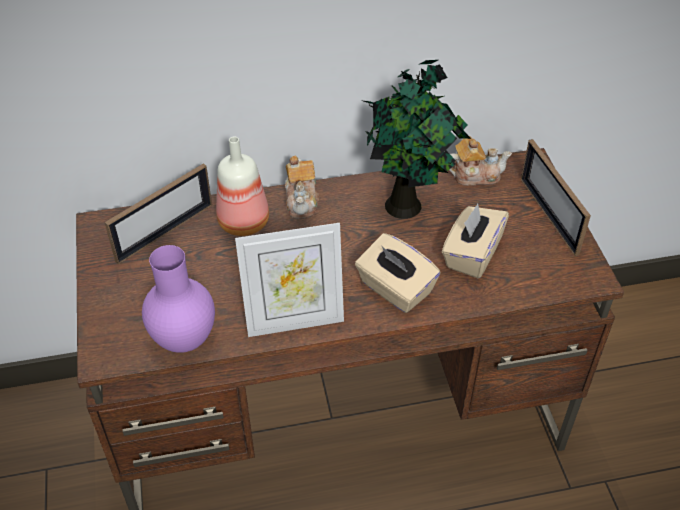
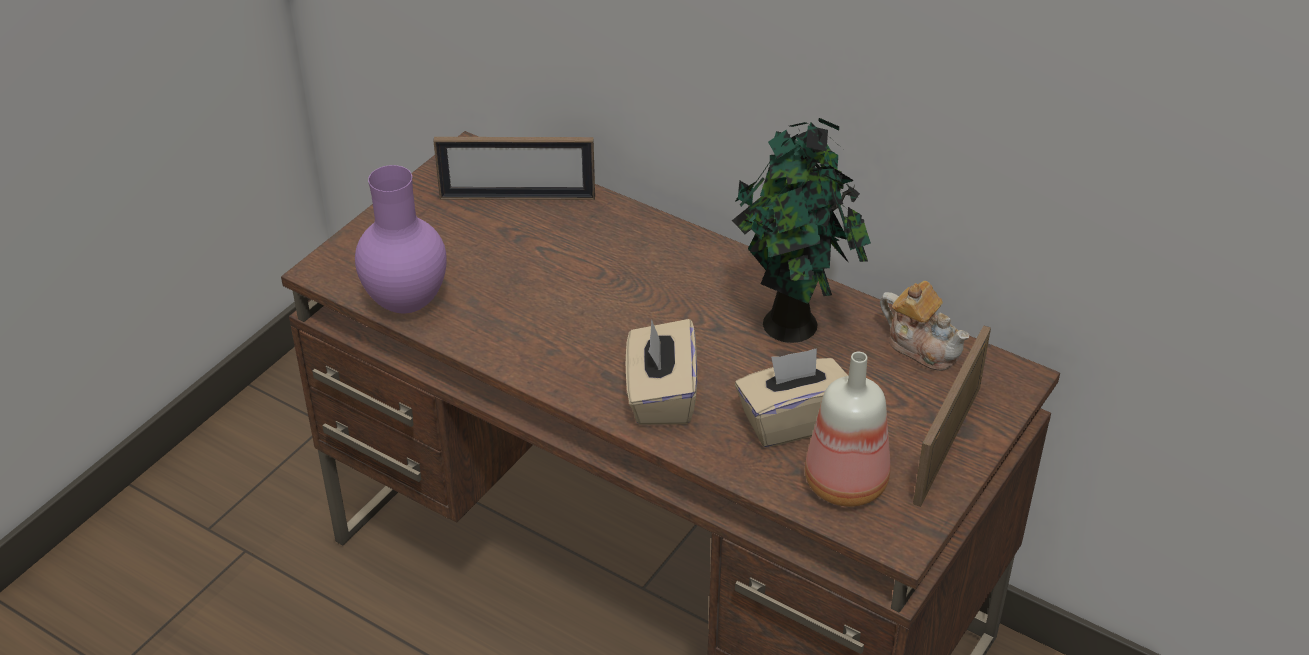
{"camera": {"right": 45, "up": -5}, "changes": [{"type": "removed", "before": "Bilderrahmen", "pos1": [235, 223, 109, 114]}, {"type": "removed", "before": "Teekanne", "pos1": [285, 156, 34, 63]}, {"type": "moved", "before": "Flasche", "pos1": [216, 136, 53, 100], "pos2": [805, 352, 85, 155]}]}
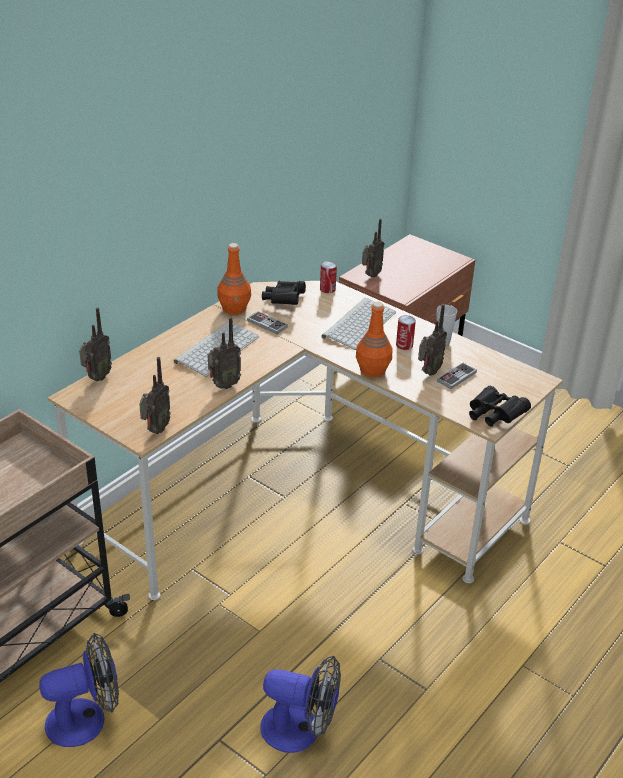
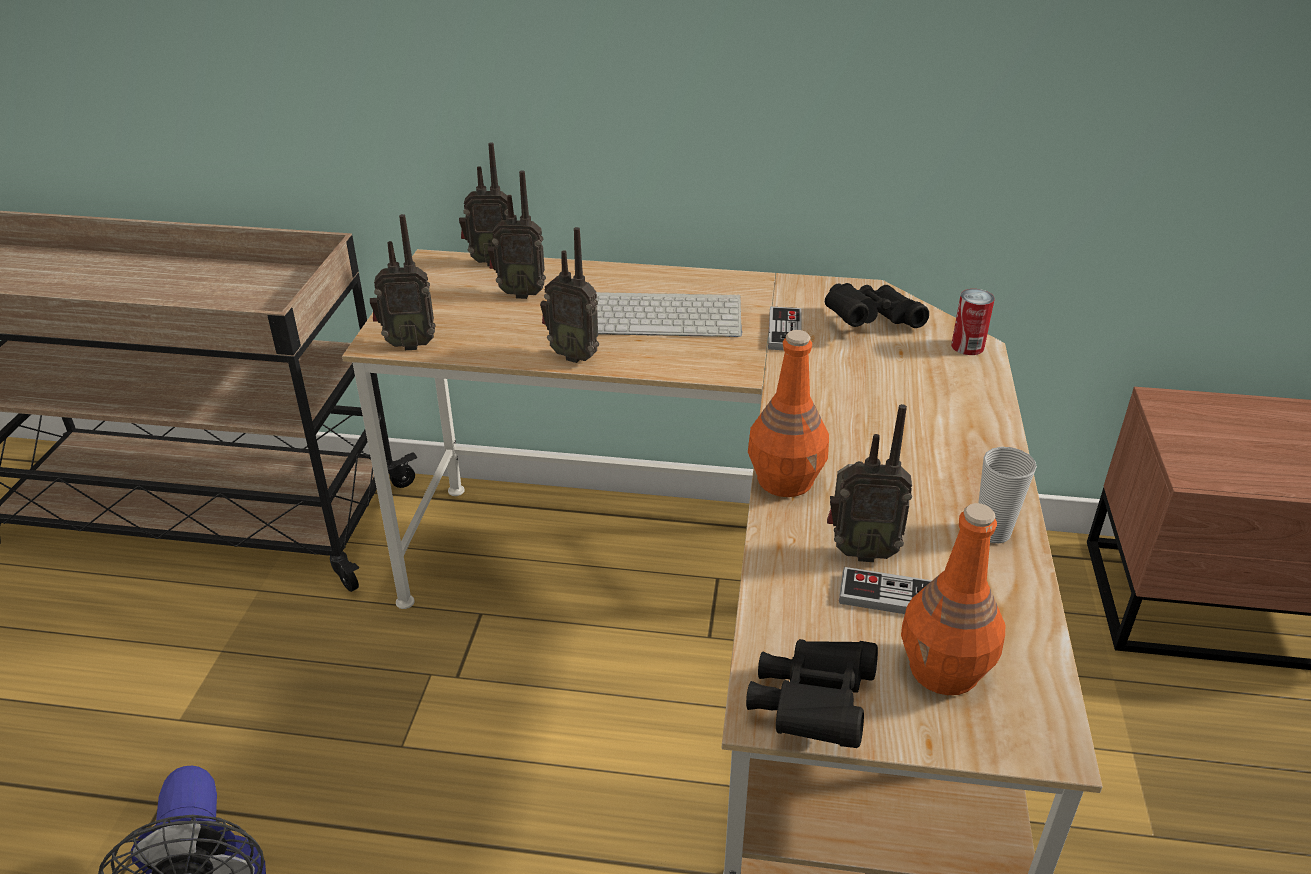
{"camera": {"right": 60, "up": 0}, "changes": [{"type": "removed", "before": "Ventilator", "pos1": [39, 633, 80, 114]}, {"type": "removed", "before": "Tastatur", "pos1": [321, 298, 75, 52]}, {"type": "removed", "before": "Dose", "pos1": [396, 315, 20, 35]}, {"type": "moved", "before": "Flasche/orange", "pos1": [217, 243, 34, 72], "pos2": [901, 503, 104, 192]}, {"type": "moved", "before": "Radio", "pos1": [362, 218, 22, 60], "pos2": [487, 170, 59, 129]}]}
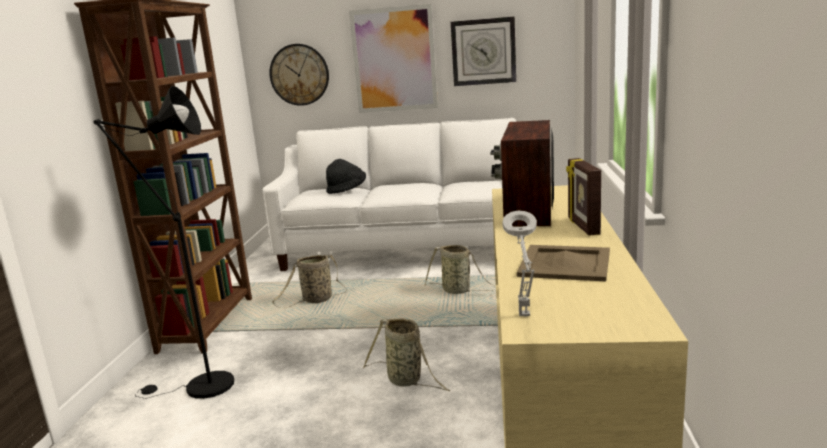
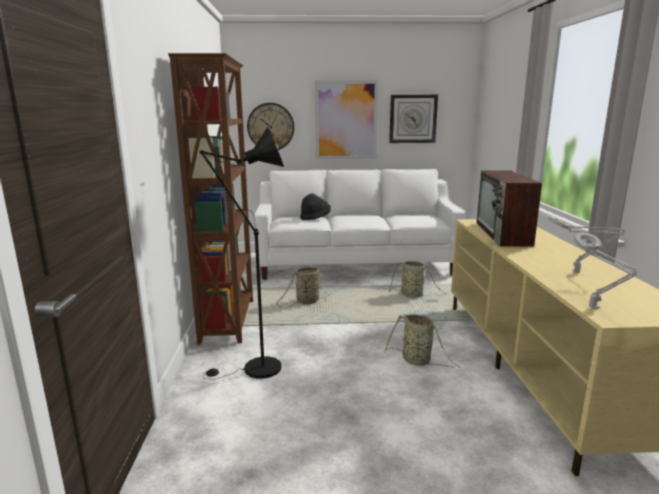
{"camera": {"right": -10, "up": 0}, "changes": [{"type": "removed", "before": "Bilderrahmen", "pos1": [566, 158, 35, 78]}, {"type": "replaced", "before": "Tablett/beige", "after": "Tischlampe/grau", "pos1": [517, 245, 93, 36], "pos2": [548, 216, 77, 57]}]}
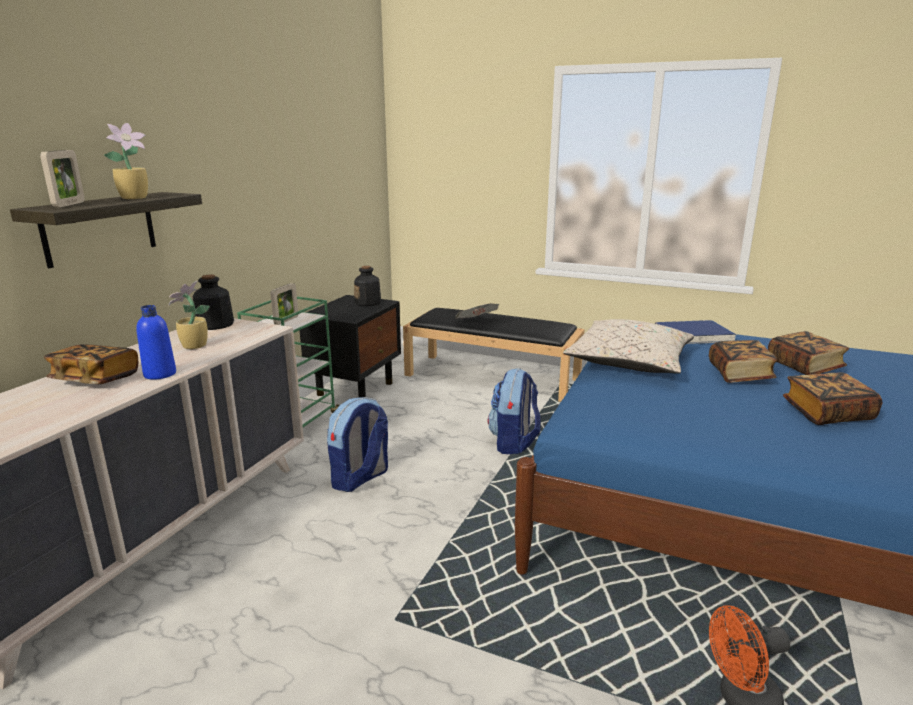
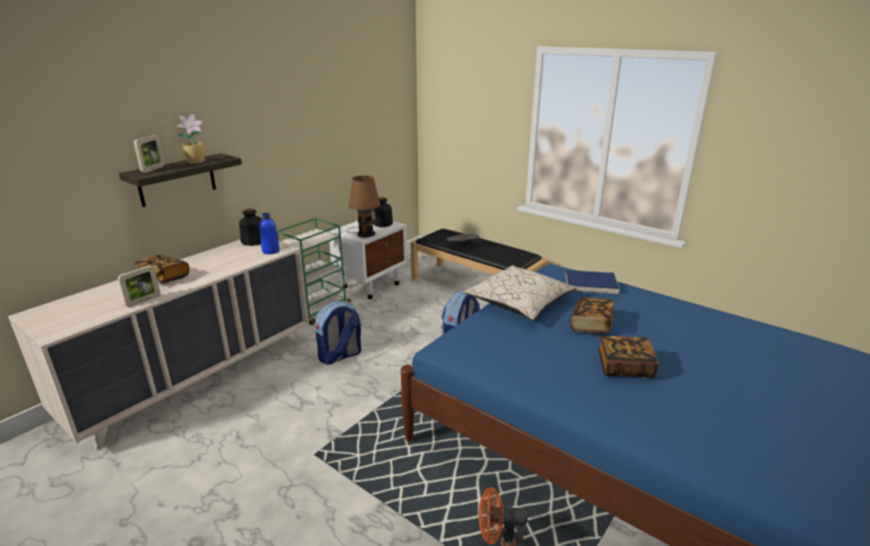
{"camera": {"right": 15, "up": 5}, "changes": [{"type": "removed", "before": "Topfpflanze", "pos1": [169, 281, 41, 68]}, {"type": "removed", "before": "Buch", "pos1": [768, 331, 81, 44]}, {"type": "added", "after": "Tischlampe/braun", "pos2": [346, 175, 35, 63]}, {"type": "moved", "before": "Flasche/blau", "pos1": [136, 305, 40, 75], "pos2": [259, 213, 21, 41]}, {"type": "moved", "before": "Bilderrahmen", "pos1": [271, 283, 27, 42], "pos2": [118, 265, 43, 42]}, {"type": "recoloured", "before": "Nachttisch/schwarz", "after": "Nachttisch/weiß", "pos1": [300, 295, 101, 102], "pos2": [328, 215, 79, 84]}]}
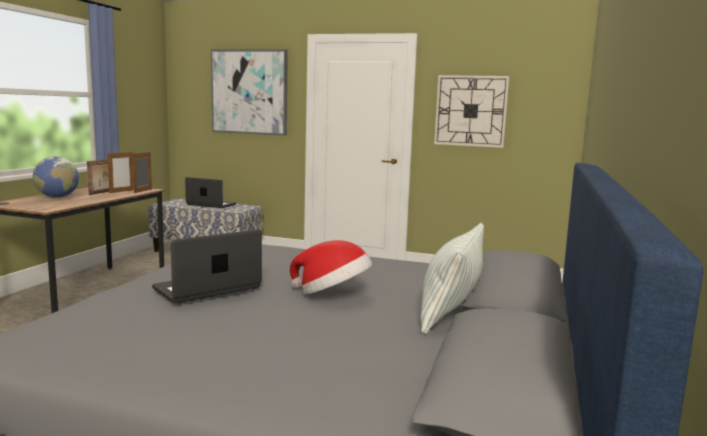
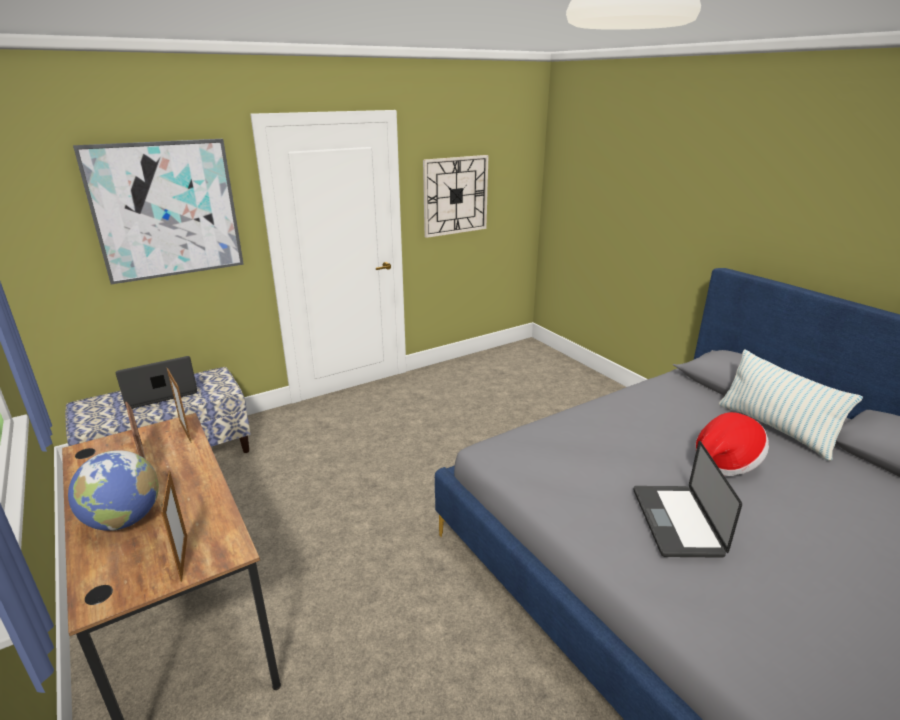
{"camera": {"right": -50, "up": 15}, "changes": [{"type": "moved", "before": "Bilderrahmen", "pos1": [107, 151, 27, 42], "pos2": [161, 470, 26, 112]}]}
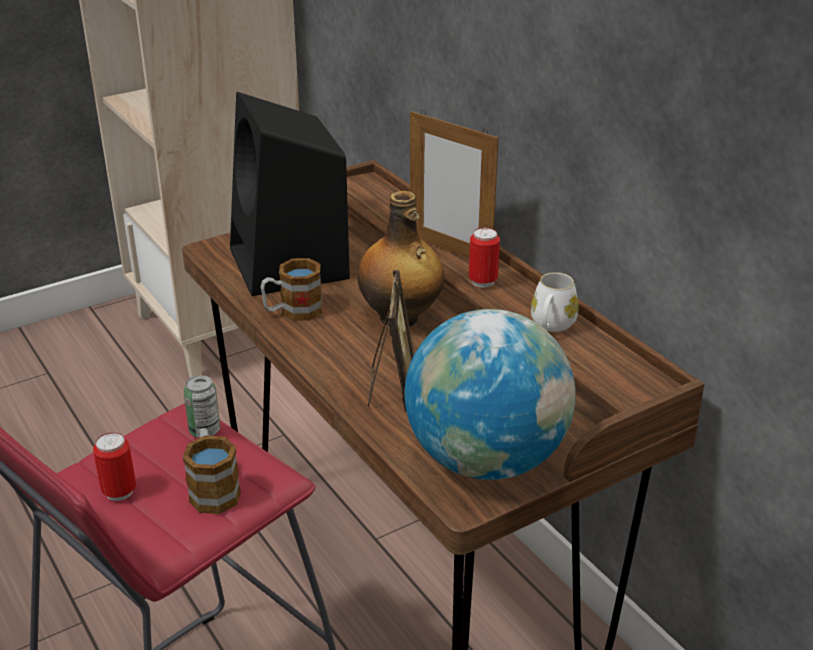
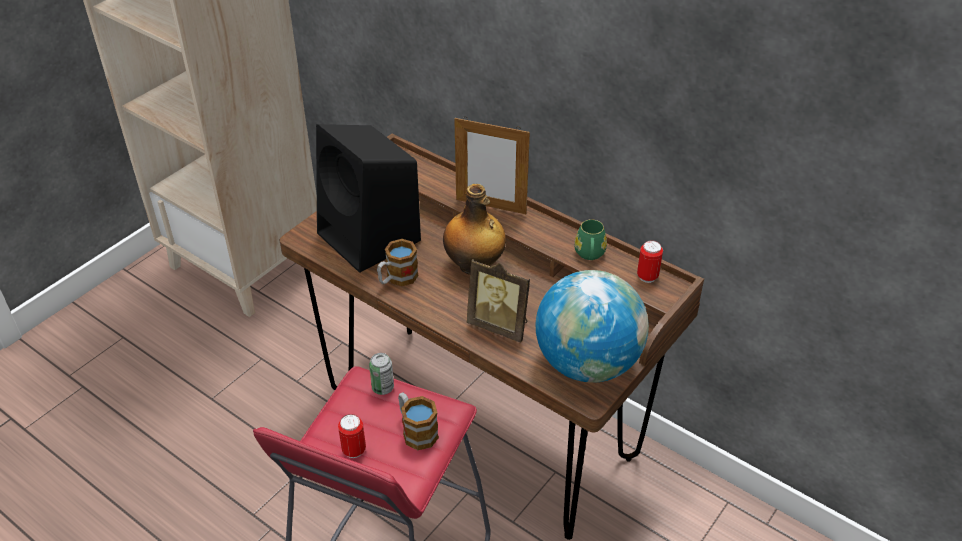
{"camera": {"right": -20, "up": 10}, "changes": [{"type": "moved", "before": "Dose", "pos1": [469, 228, 31, 59], "pos2": [637, 240, 26, 43]}, {"type": "recoloured", "before": "Henkelbecher/weiß", "after": "Henkelbecher/grün", "pos1": [531, 272, 48, 60], "pos2": [574, 219, 33, 41]}, {"type": "turned", "before": "Bilderrahmen", "pos1": [368, 270, 46, 142], "pos2": [467, 259, 63, 84], "turn": 135}]}
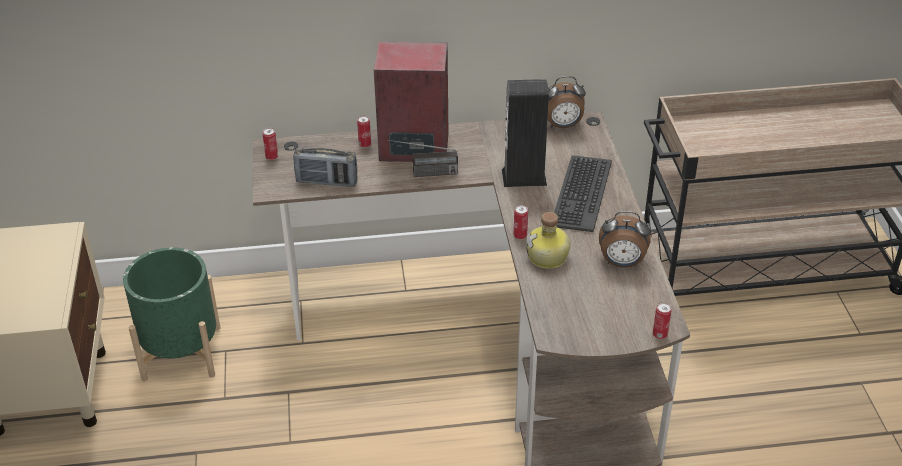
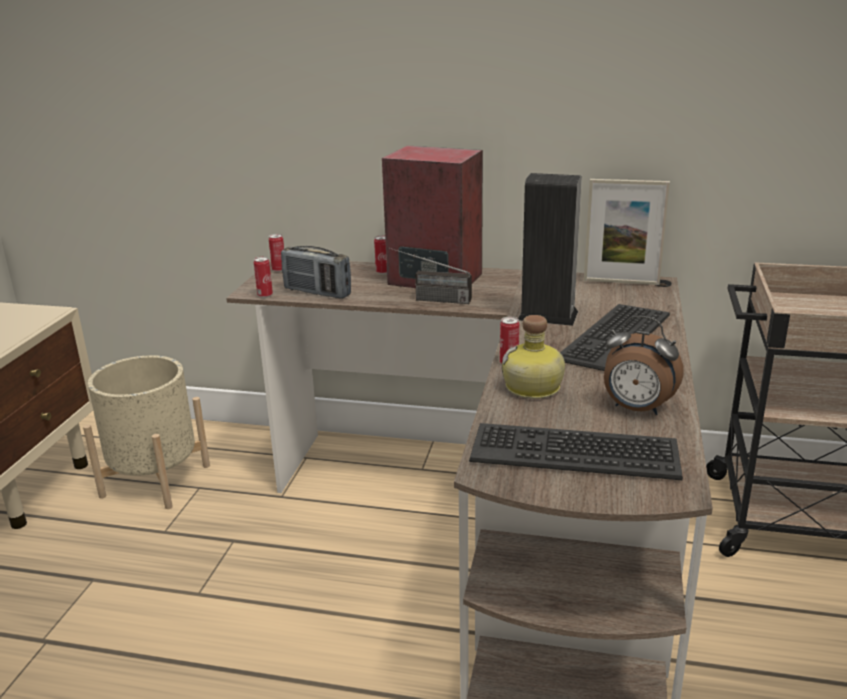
{"camera": {"right": 20, "up": -15}, "changes": [{"type": "added", "after": "Tastatur", "pos2": [469, 423, 214, 57]}, {"type": "moved", "before": "Dose", "pos1": [653, 302, 19, 37], "pos2": [254, 257, 19, 41]}, {"type": "replaced", "before": "Wecker", "after": "Bilderrahmen", "pos1": [548, 76, 38, 52], "pos2": [584, 179, 86, 106]}, {"type": "recoloured", "before": "Pflanzkübel/grün", "after": "Pflanzkübel/beige", "pos1": [123, 247, 97, 134], "pos2": [83, 355, 127, 154]}]}
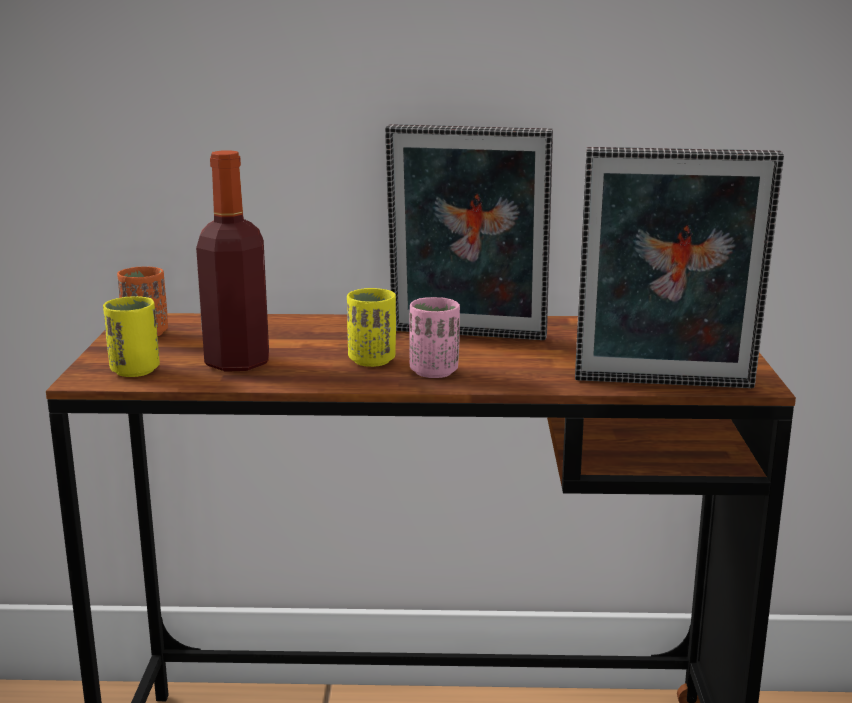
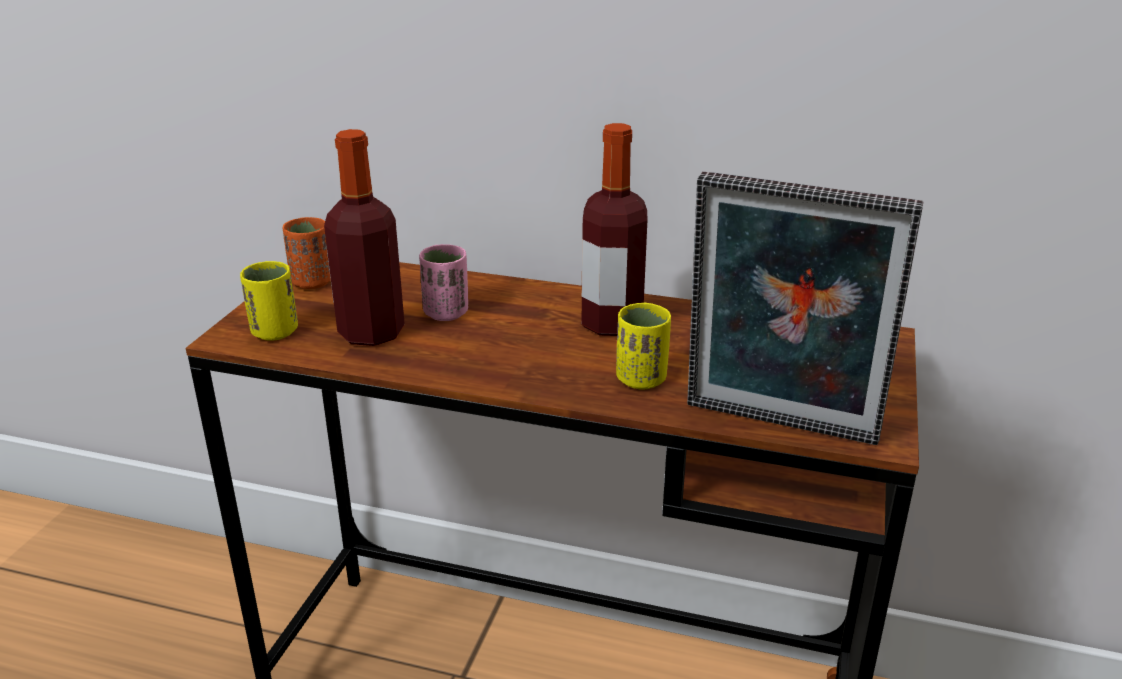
{"camera": {"right": 15, "up": 10}, "changes": [{"type": "moved", "before": "Tasse/gelb", "pos1": [347, 288, 49, 79], "pos2": [616, 302, 55, 87]}, {"type": "moved", "before": "Tasse/rosa", "pos1": [409, 297, 51, 81], "pos2": [419, 244, 49, 77]}, {"type": "replaced", "before": "Bilderrahmen", "after": "Flasche", "pos1": [385, 124, 168, 216], "pos2": [581, 123, 66, 213]}]}
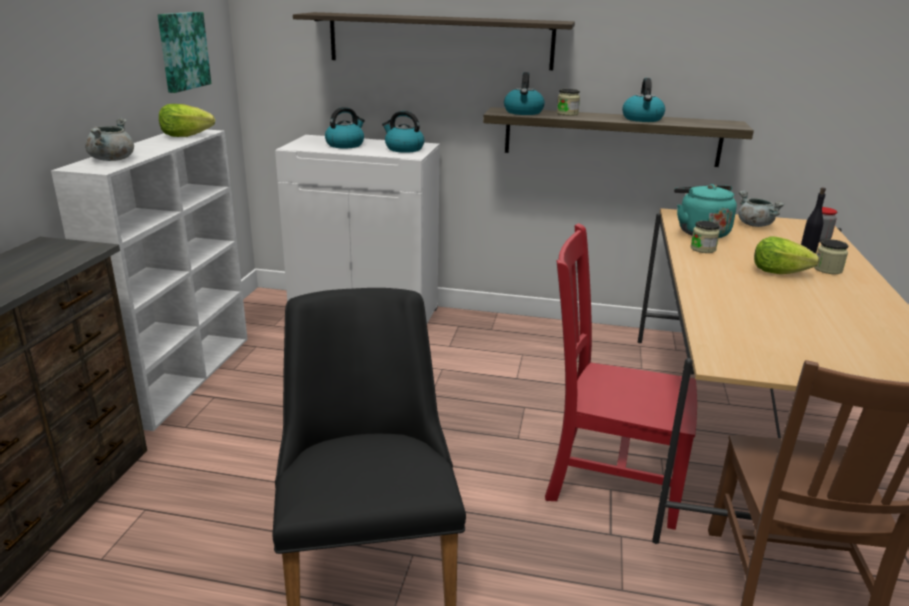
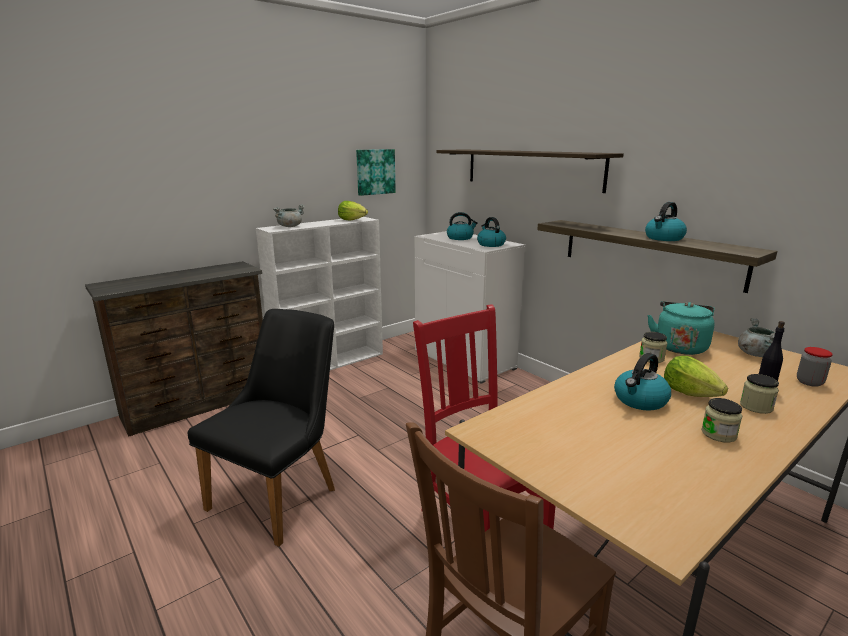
{"camera": {"right": 40, "up": -5}, "changes": [{"type": "moved", "before": "Wasserkessel", "pos1": [504, 72, 41, 43], "pos2": [614, 353, 57, 58]}, {"type": "moved", "before": "Vorratsglas", "pos1": [557, 89, 23, 27], "pos2": [701, 398, 41, 45]}]}
